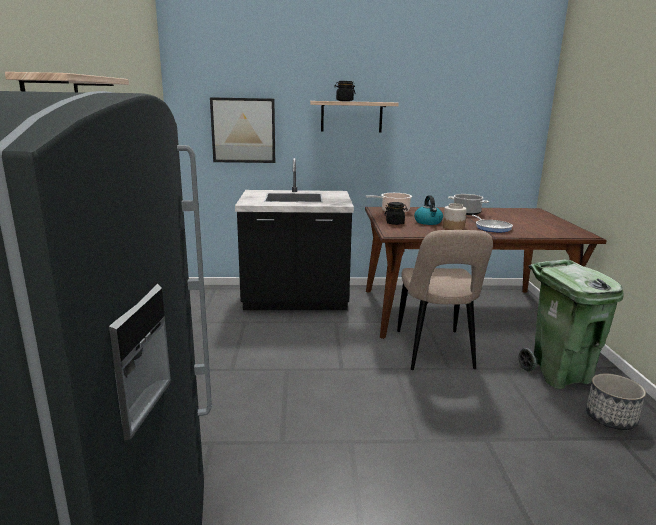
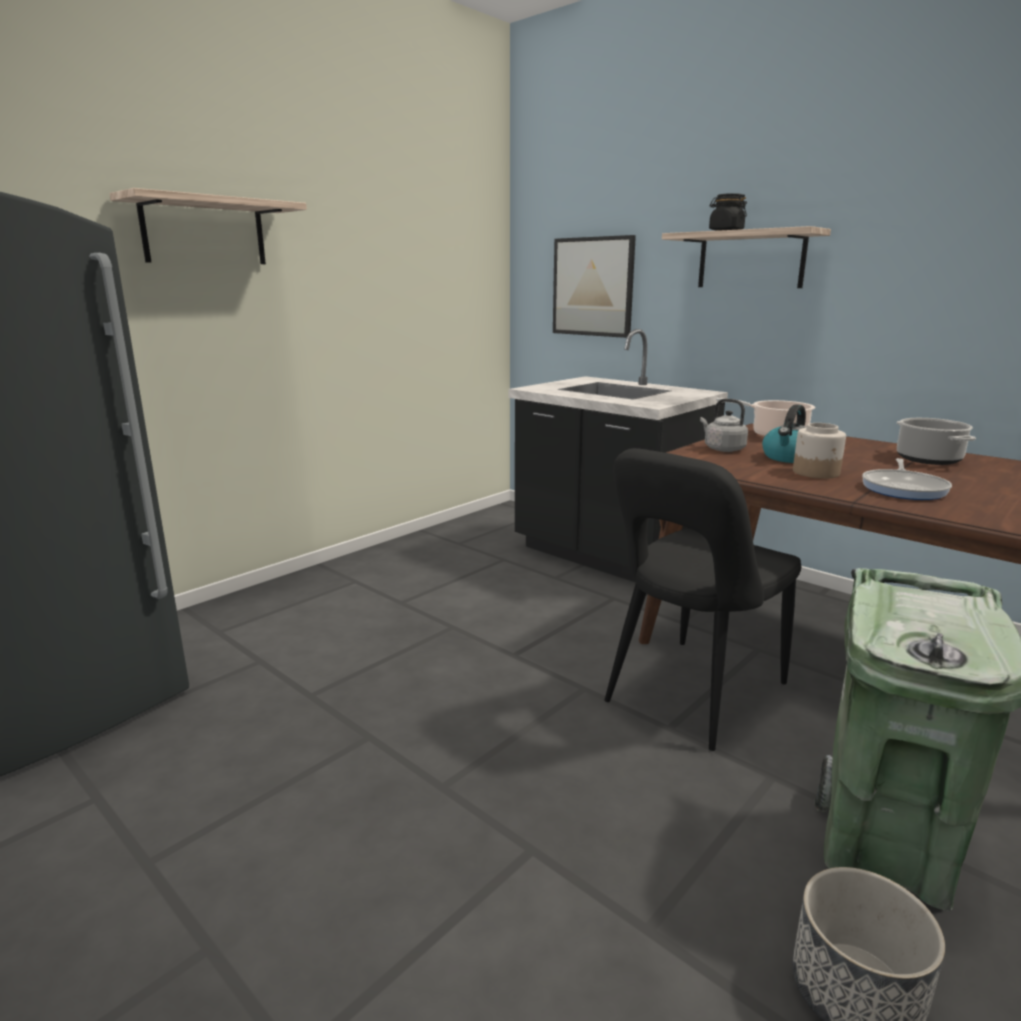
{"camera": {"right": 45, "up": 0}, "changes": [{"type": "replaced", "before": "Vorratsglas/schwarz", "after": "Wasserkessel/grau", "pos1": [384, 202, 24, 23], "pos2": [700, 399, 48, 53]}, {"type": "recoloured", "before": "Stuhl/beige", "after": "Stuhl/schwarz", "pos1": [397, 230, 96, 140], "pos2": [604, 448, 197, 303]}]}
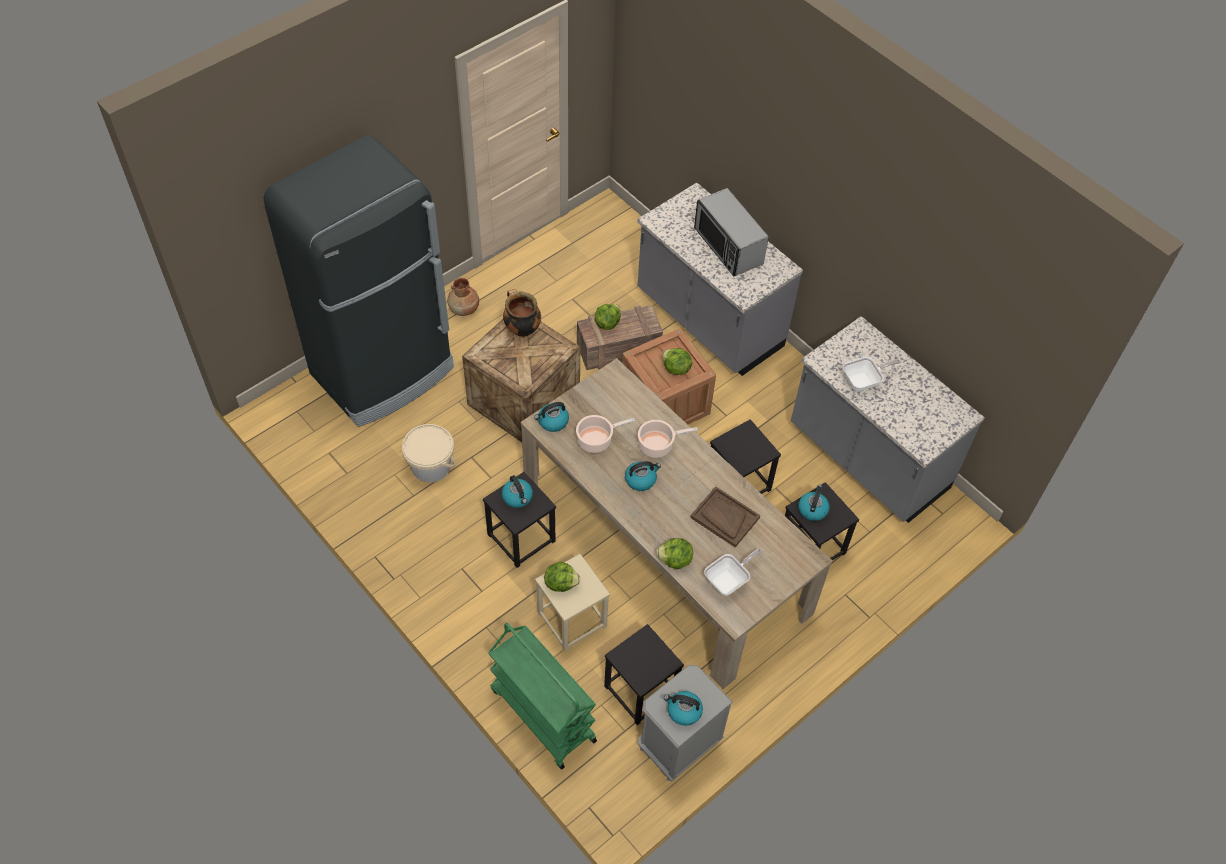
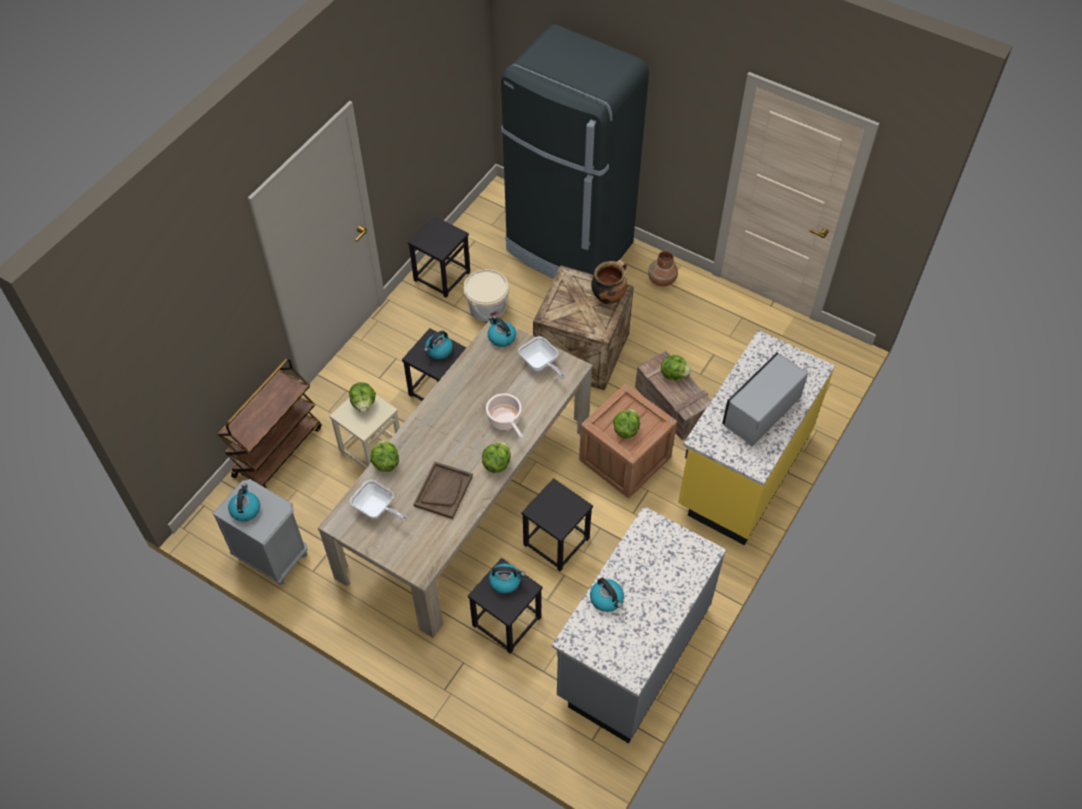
{"camera": {"right": 75, "up": 0}, "changes": [{"type": "removed", "before": "Kochtopf", "pos1": [576, 415, 59, 38]}, {"type": "added", "after": "Salatkopf", "pos2": [482, 442, 29, 31]}, {"type": "moved", "before": "Hocker/schwarz", "pos1": [604, 624, 80, 101], "pos2": [408, 216, 62, 82]}, {"type": "moved", "before": "Wasserkessel", "pos1": [625, 461, 36, 30], "pos2": [590, 578, 34, 34]}, {"type": "moved", "before": "Pfanne", "pos1": [843, 356, 57, 35], "pos2": [518, 336, 47, 43]}, {"type": "recoloured", "before": "Rollwagen/grün", "after": "Rollwagen/braun", "pos1": [488, 623, 109, 146], "pos2": [218, 358, 103, 130]}, {"type": "recoloured", "before": "Küchenzeile/grau", "after": "Küchenzeile/gelb", "pos1": [637, 183, 166, 193], "pos2": [678, 330, 157, 215]}]}
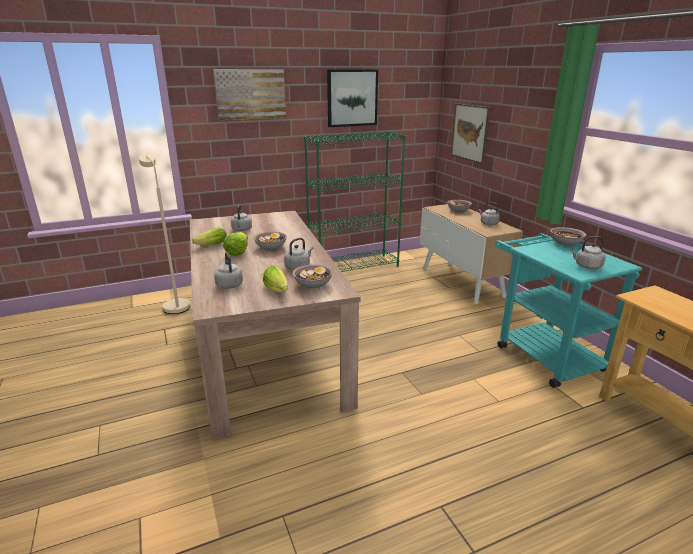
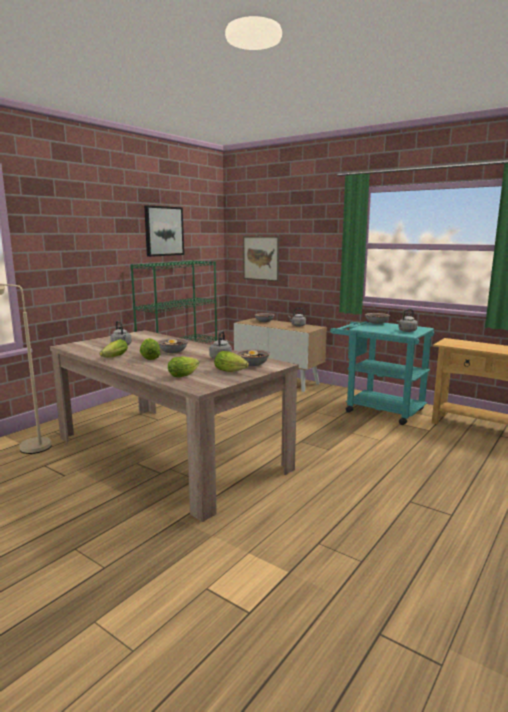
{"camera": {"right": -30, "up": -10}, "changes": [{"type": "removed", "before": "Bild", "pos1": [213, 69, 73, 51]}, {"type": "replaced", "before": "Wasserkessel/grau", "after": "Salatkopf", "pos1": [214, 252, 29, 37], "pos2": [168, 356, 31, 22]}]}
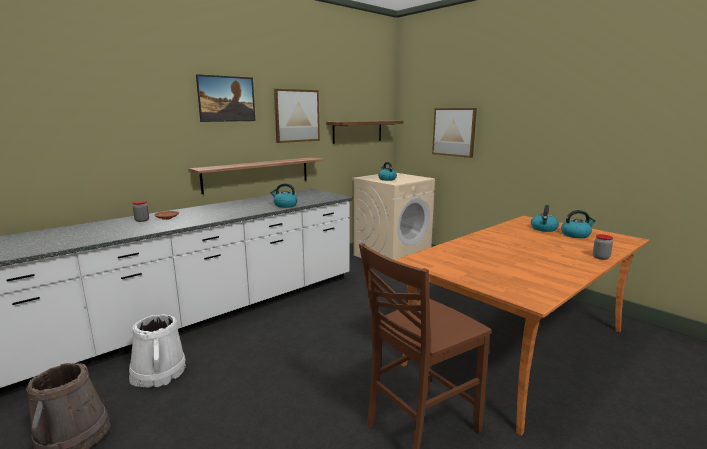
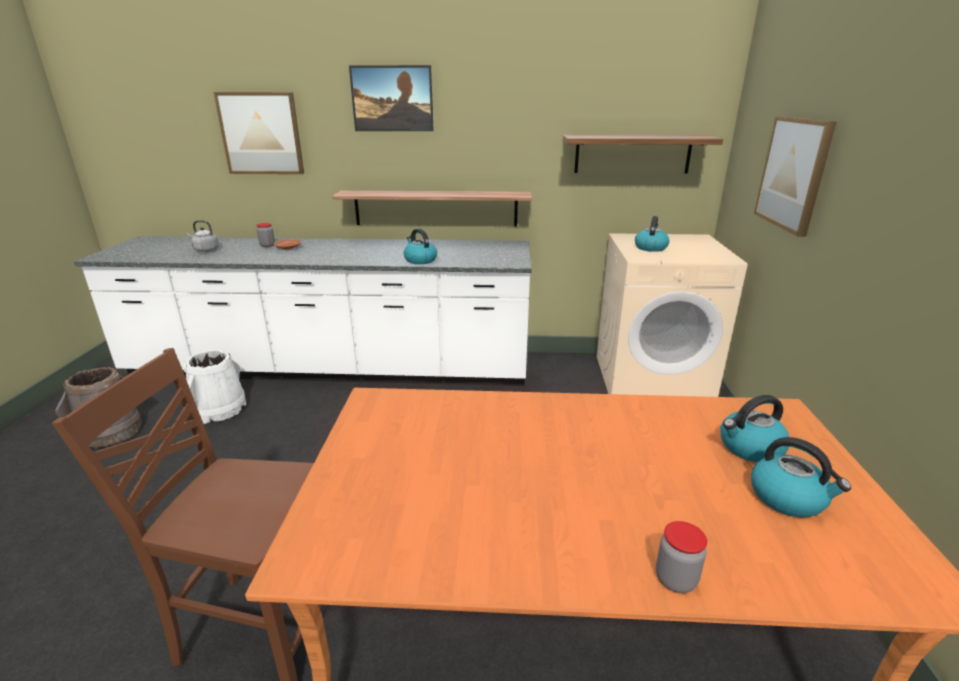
{"camera": {"right": 45, "up": 10}, "changes": [{"type": "added", "after": "Wasserkessel/grau", "pos2": [186, 220, 33, 32]}, {"type": "moved", "before": "Bild", "pos1": [274, 89, 46, 54], "pos2": [214, 92, 90, 82]}]}
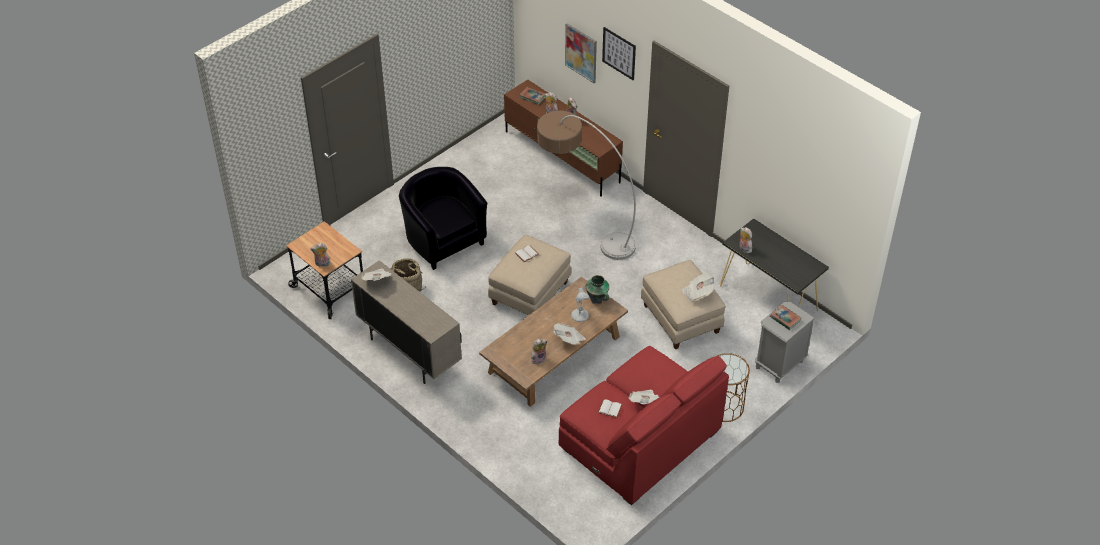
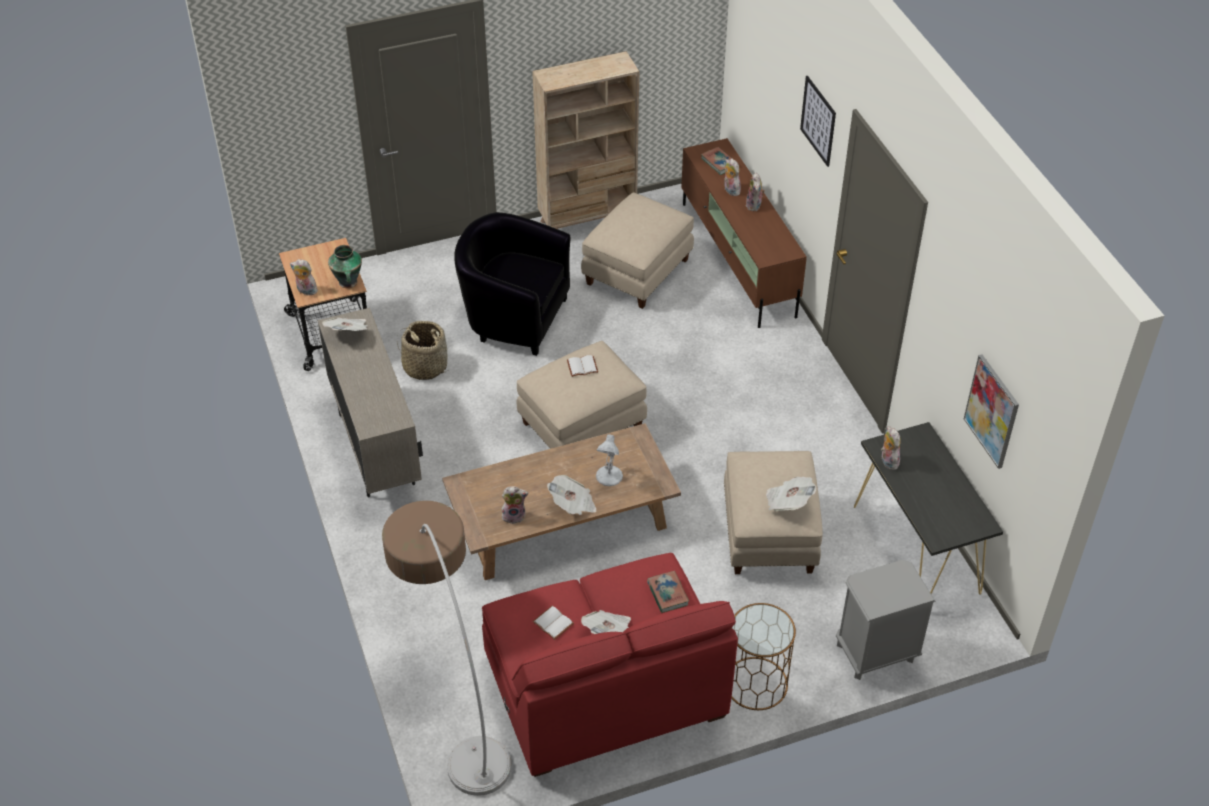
{"camera": {"right": 25, "up": 0}, "changes": [{"type": "added", "after": "Bücherregal/beige", "pos2": [532, 51, 107, 178]}, {"type": "added", "after": "Polsterhocker/beige", "pos2": [581, 193, 113, 116]}, {"type": "moved", "before": "Stehlampe", "pos1": [537, 111, 99, 149], "pos2": [382, 501, 129, 295]}, {"type": "moved", "before": "Bild", "pos1": [565, 23, 32, 60], "pos2": [964, 355, 55, 114]}, {"type": "moved", "before": "Vase", "pos1": [586, 275, 23, 30], "pos2": [328, 245, 34, 43]}, {"type": "moved", "before": "Buch", "pos1": [770, 305, 31, 25], "pos2": [647, 571, 42, 42]}, {"type": "turned", "before": "Sessel/schwarz", "pos1": [399, 167, 88, 103], "pos2": [454, 212, 116, 144], "turn": -60}]}
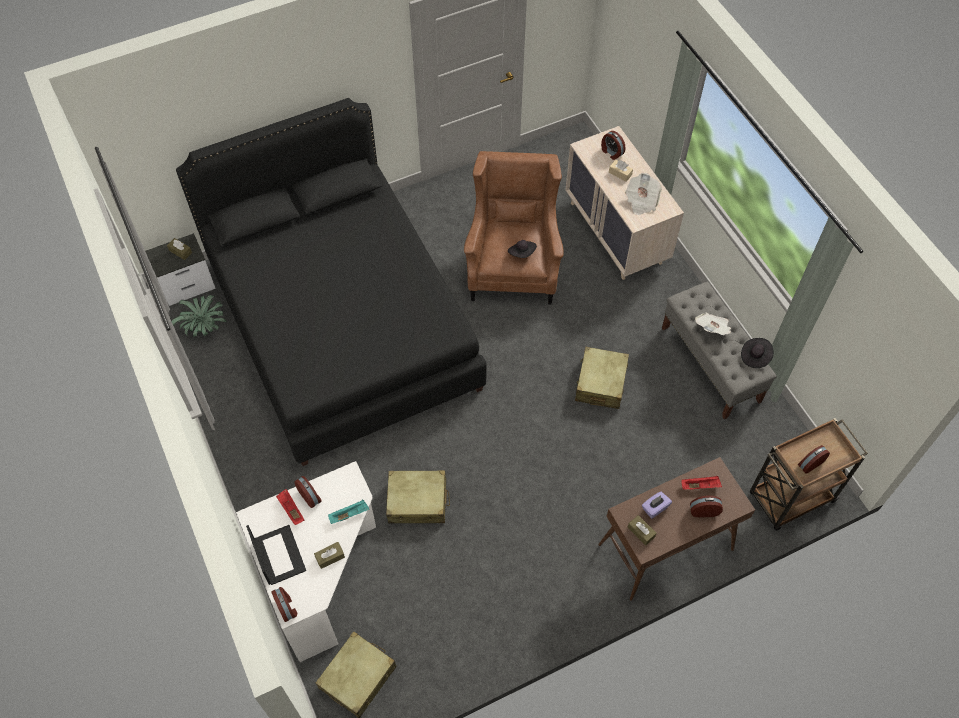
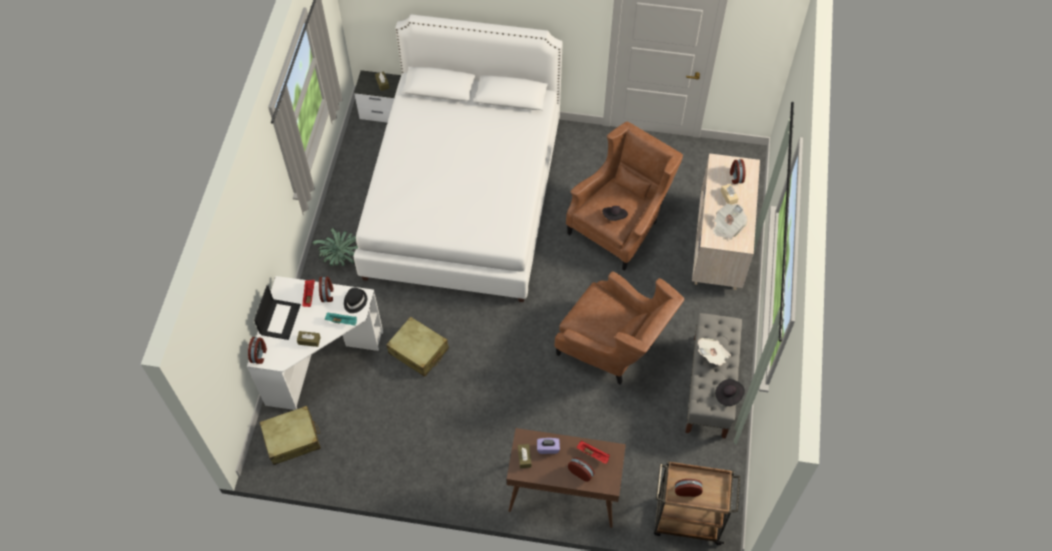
{"camera": {"right": 35, "up": 0}, "changes": [{"type": "added", "after": "Hut/schwarz", "pos2": [344, 288, 23, 25]}, {"type": "moved", "before": "Topfpflanze", "pos1": [171, 295, 56, 42], "pos2": [312, 228, 46, 38]}, {"type": "replaced", "before": "Koffer/beige", "after": "Sessel/braun", "pos1": [575, 347, 54, 62], "pos2": [555, 271, 129, 114]}, {"type": "recoloured", "before": "Bett/schwarz", "after": "Bett/weiß", "pos1": [176, 98, 311, 368], "pos2": [353, 14, 210, 288]}]}
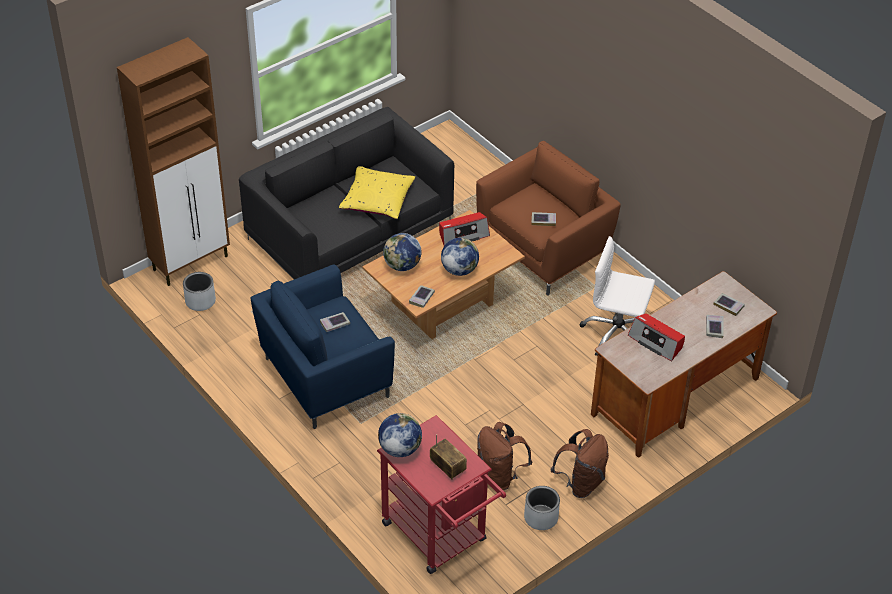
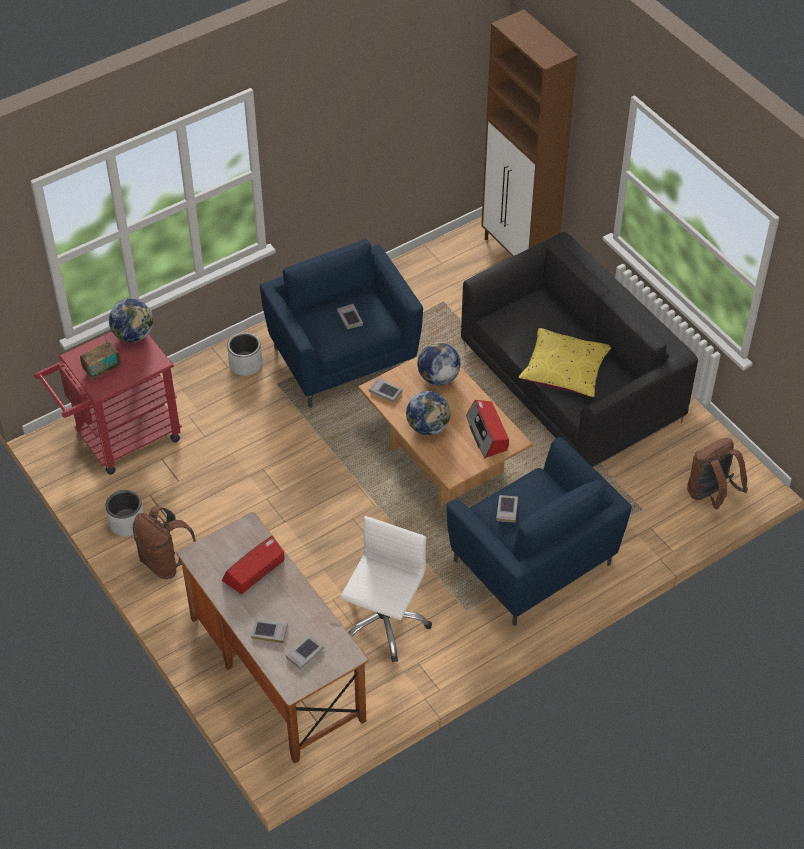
{"camera": {"right": 95, "up": 5}, "changes": [{"type": "moved", "before": "Pflanzkübel/grau", "pos1": [183, 272, 33, 39], "pos2": [227, 333, 35, 43]}, {"type": "moved", "before": "Rucksack/braun", "pos1": [477, 422, 55, 68], "pos2": [687, 438, 61, 71]}, {"type": "recoloured", "before": "Sessel/braun", "after": "Sessel/blau", "pos1": [476, 141, 145, 155], "pos2": [447, 437, 185, 189]}]}
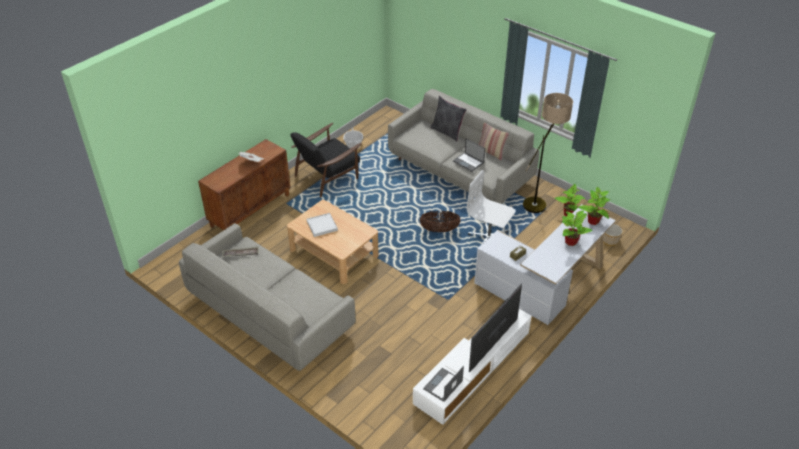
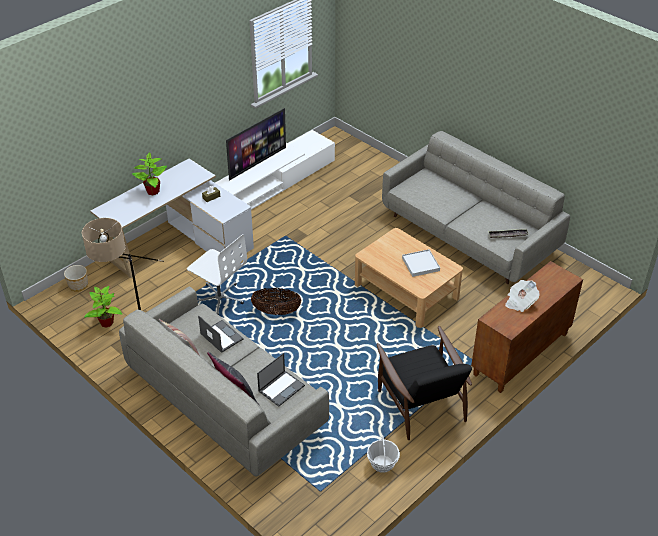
{"camera": {"right": -175, "up": 0}, "changes": [{"type": "removed", "before": "Topfpflanze", "pos1": [578, 187, 33, 38]}, {"type": "moved", "before": "Laptop", "pos1": [423, 366, 41, 36], "pos2": [257, 353, 48, 54]}, {"type": "turned", "before": "Sessel/schwarz", "pos1": [290, 123, 72, 75], "pos2": [377, 326, 95, 114], "turn": 105}]}
